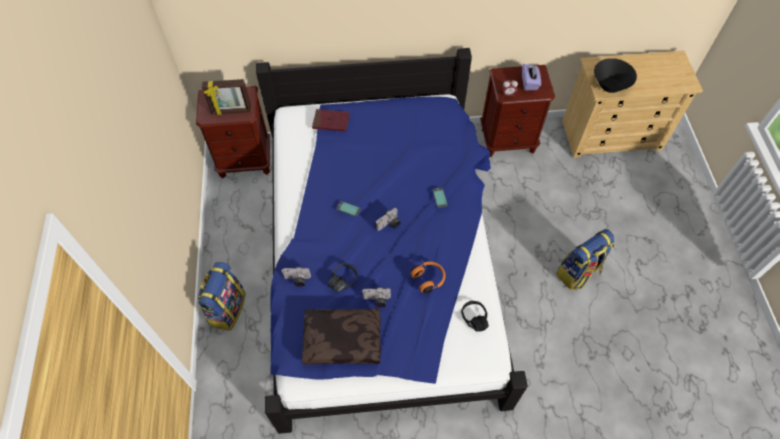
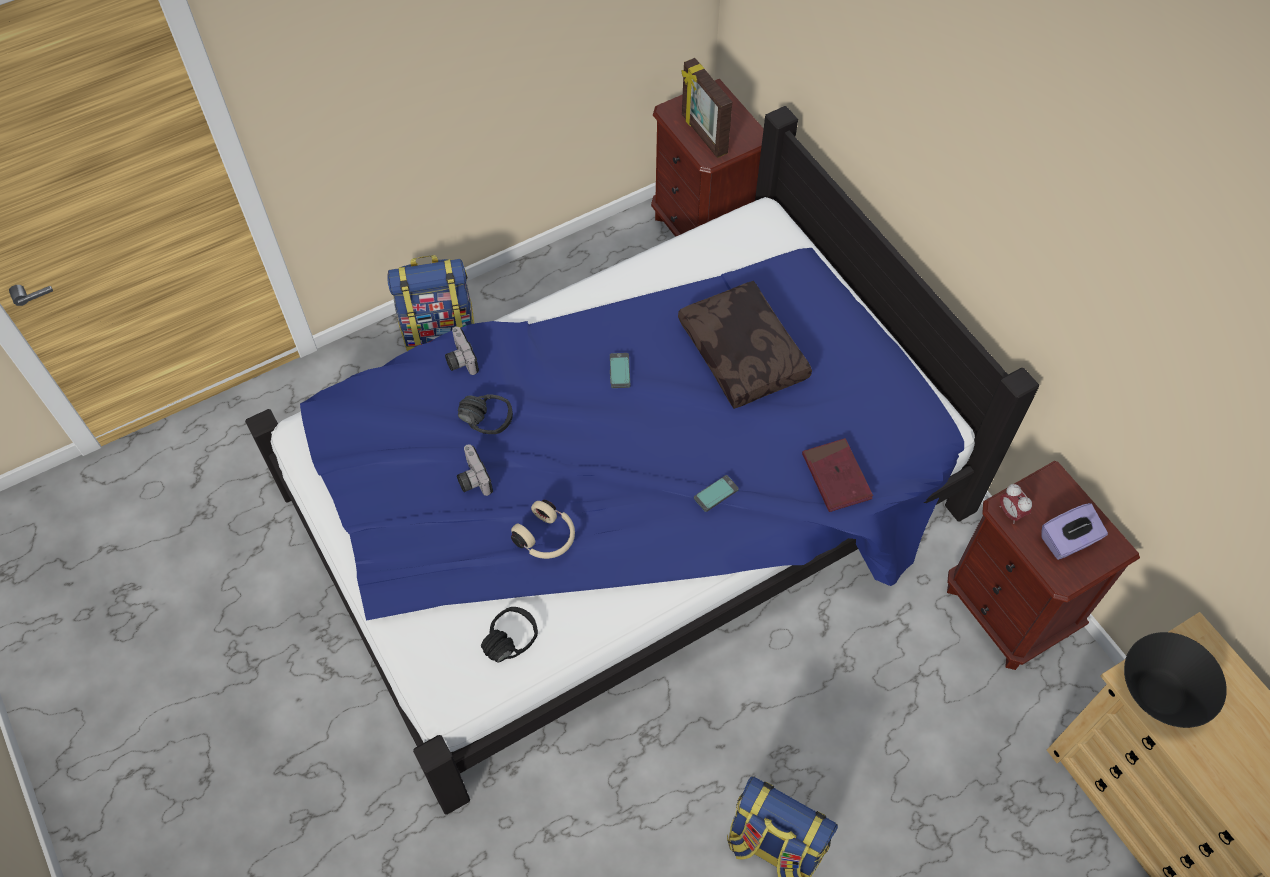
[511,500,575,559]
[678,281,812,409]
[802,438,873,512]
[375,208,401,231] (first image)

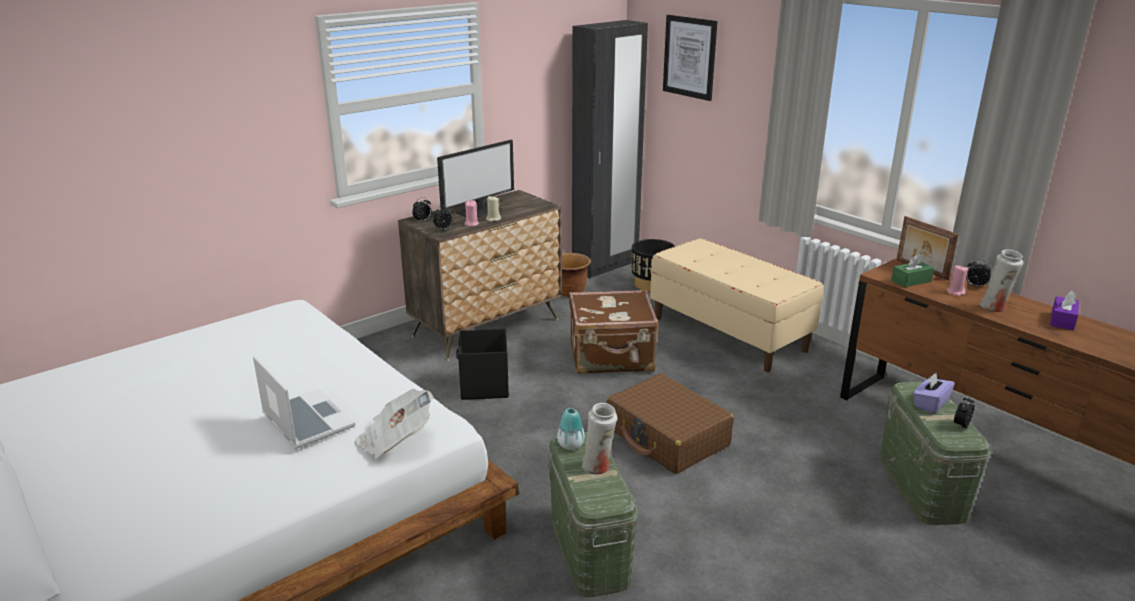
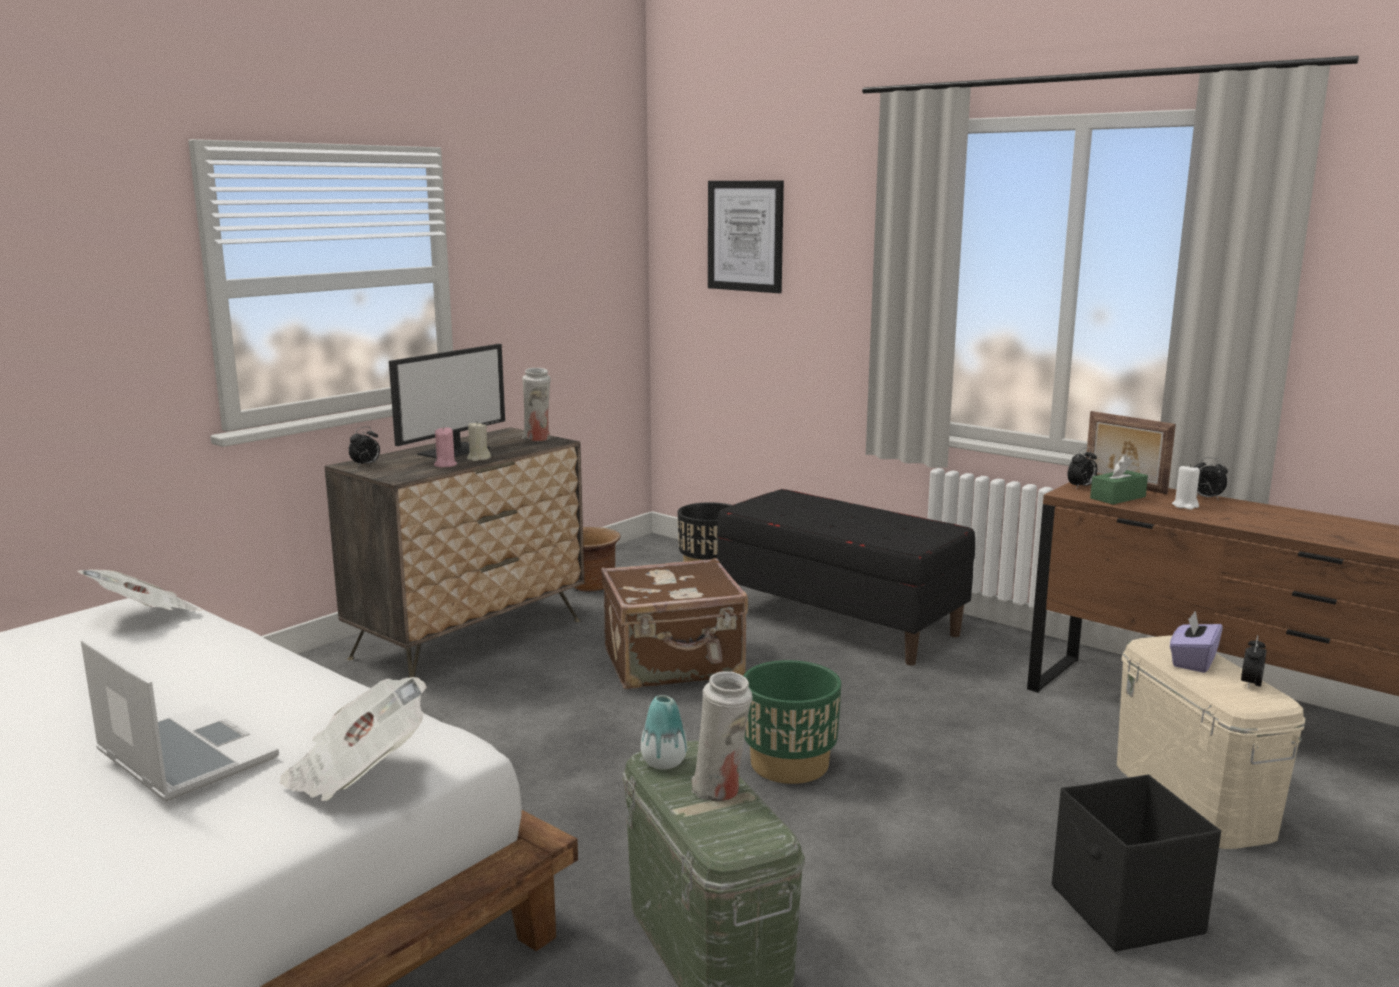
[77,570,202,611]
[522,368,551,441]
[717,489,975,666]
[744,660,841,784]
[1052,774,1221,952]
[1068,447,1097,489]
[1117,635,1305,849]
[1172,464,1200,510]
[572,20,648,279] (first image)
[1050,290,1079,330] (first image)

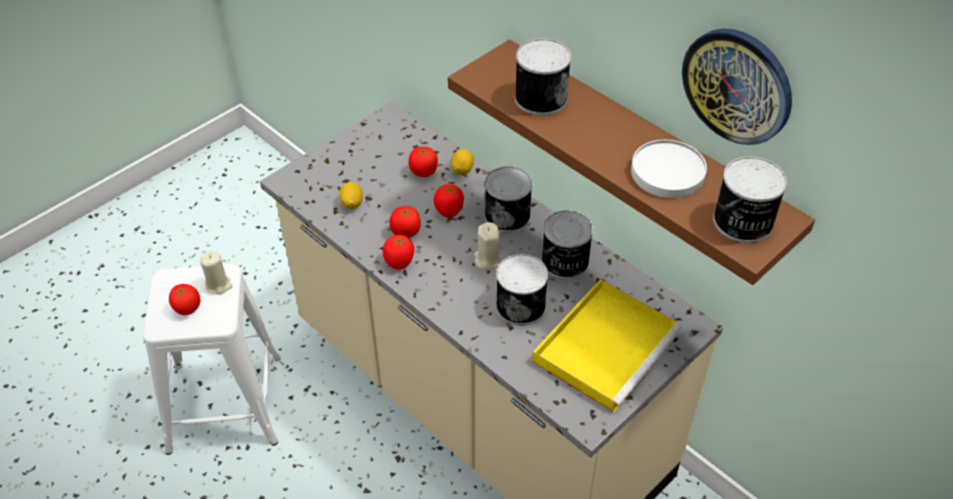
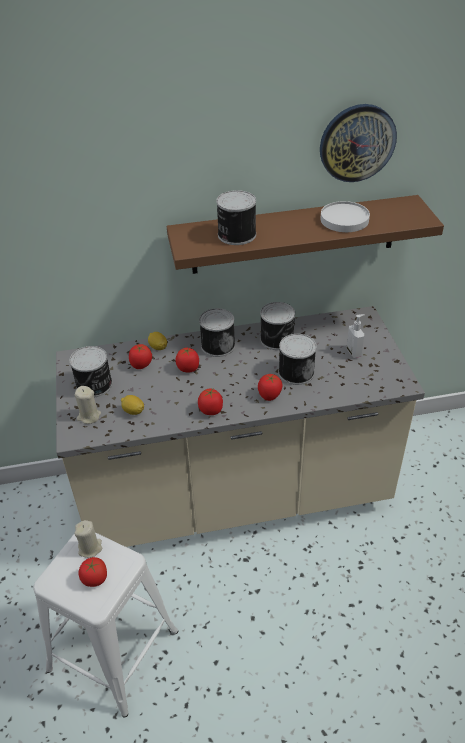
[69,346,112,397]
[75,386,101,424]
[258,374,282,401]
[346,314,365,358]

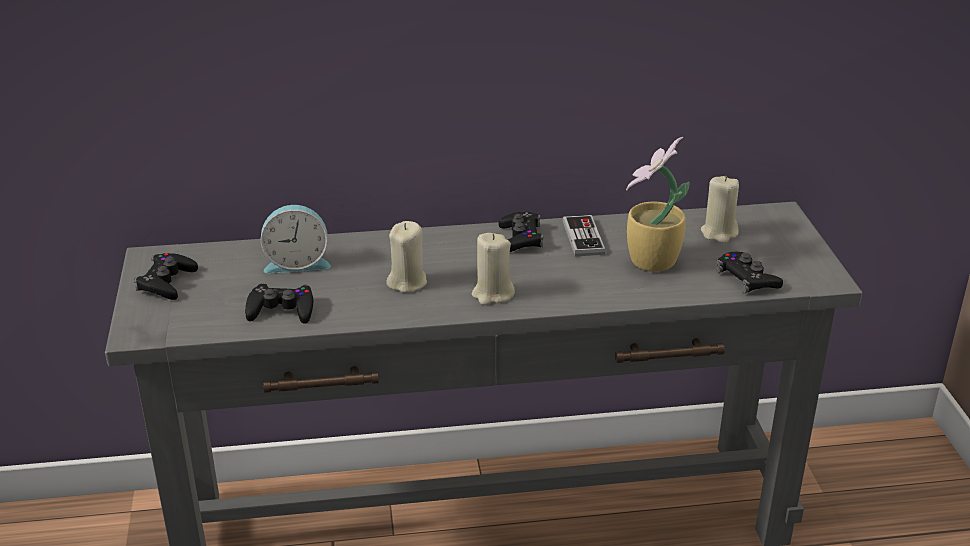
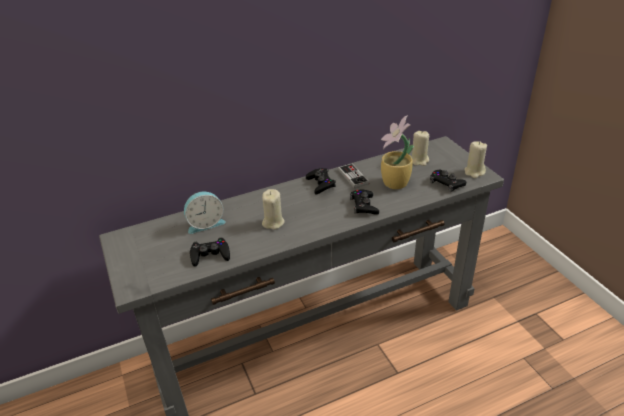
[350,190,379,215]
[464,141,487,178]

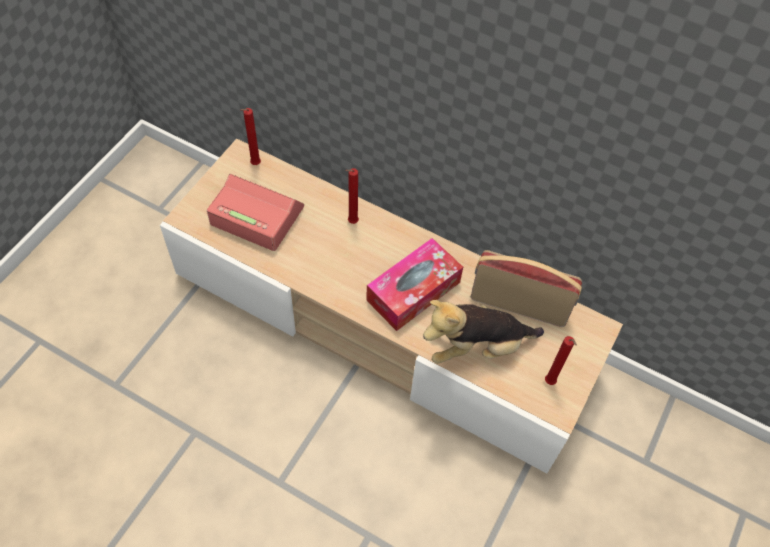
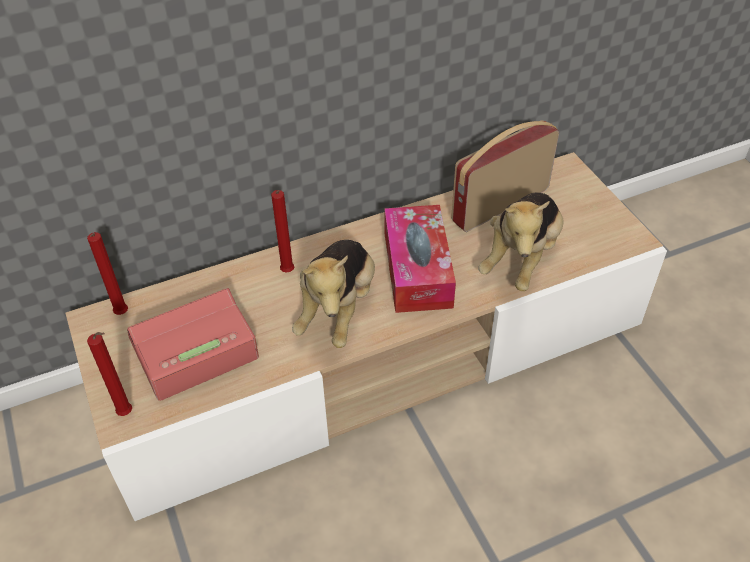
[87,332,132,416]
[292,240,375,348]

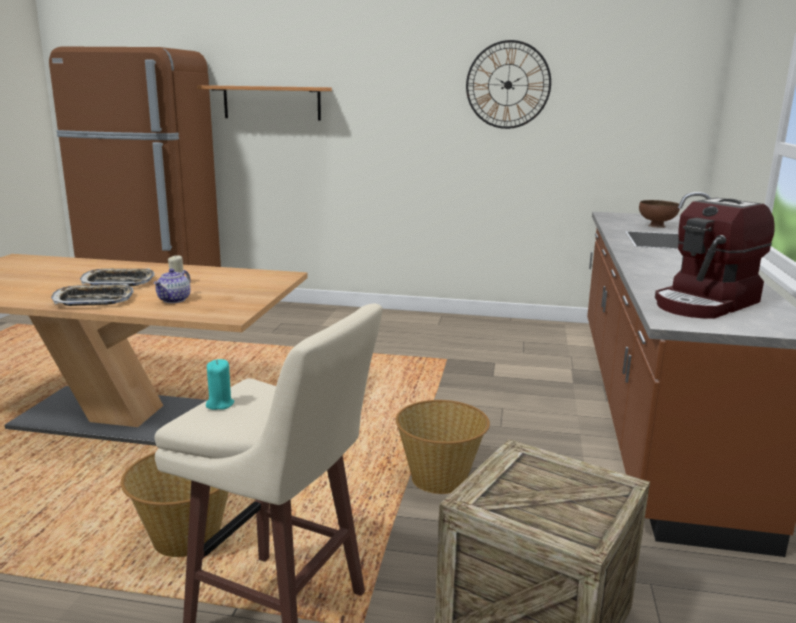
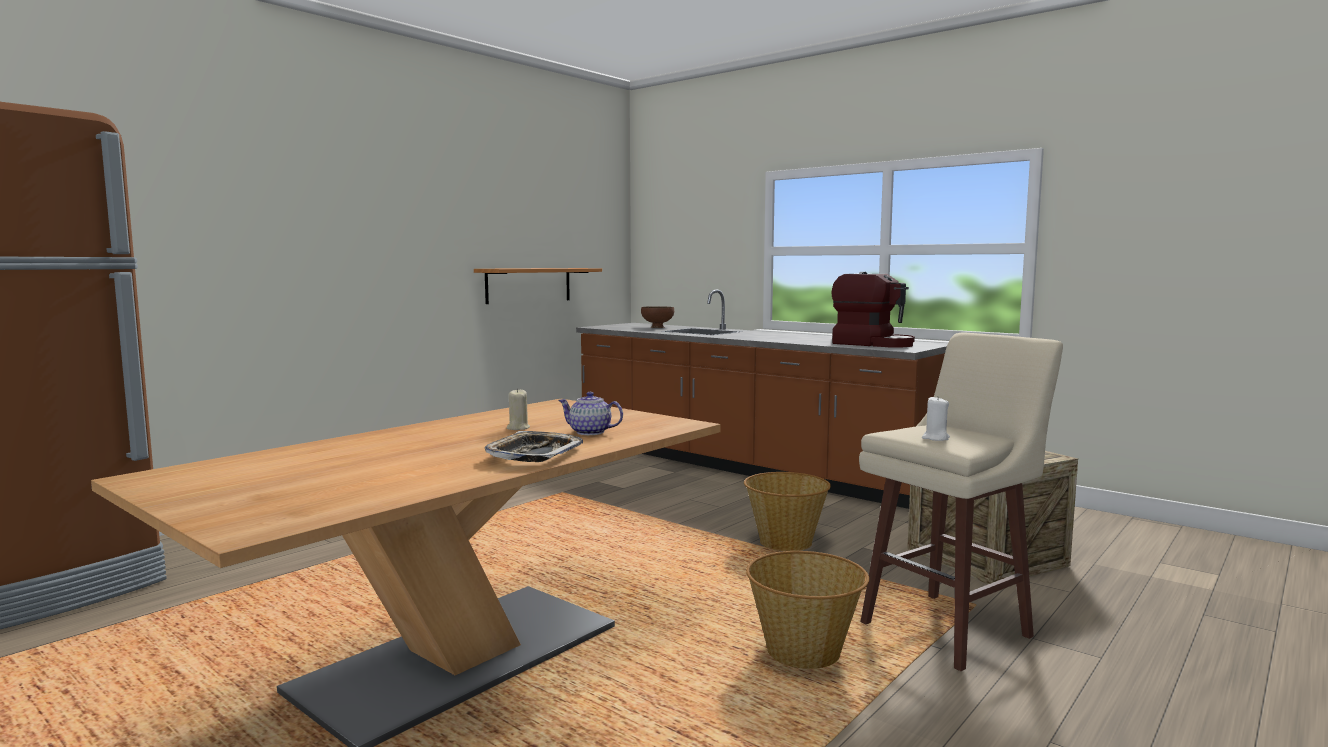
[474,268,602,304]
[558,392,623,435]
[831,272,915,348]
[922,397,950,441]
[80,268,155,286] (first image)
[466,40,551,129] (first image)

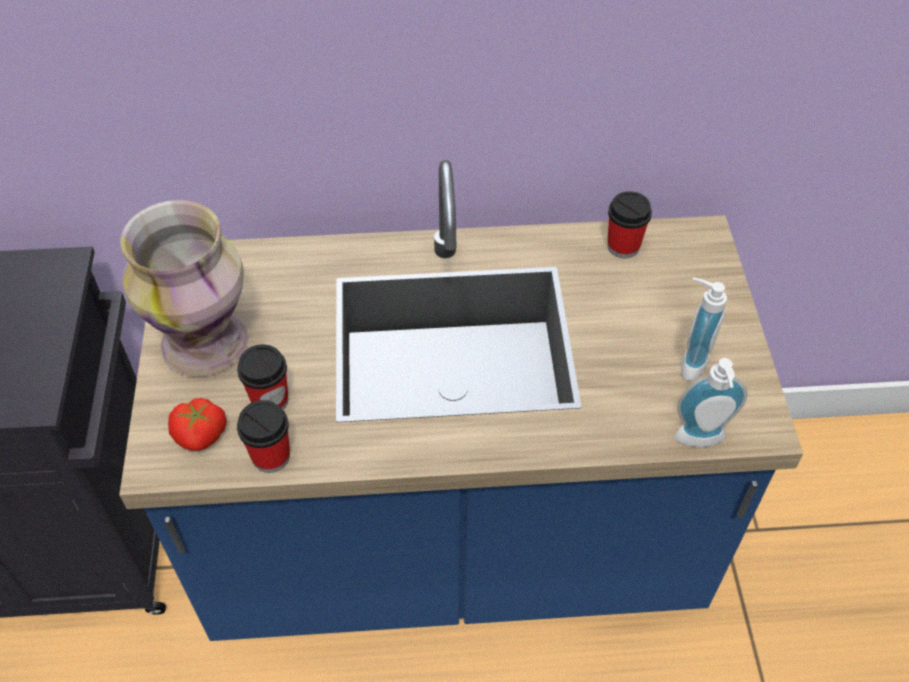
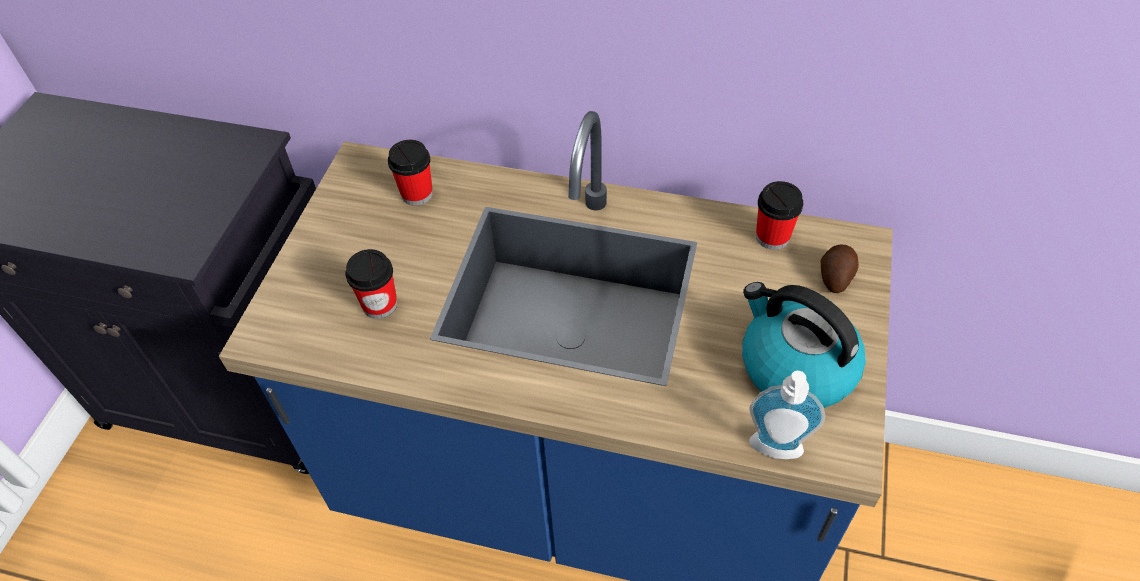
[388,140,433,206]
[742,282,866,408]
[821,244,859,293]
[120,200,249,377] (first image)
[168,398,227,451] (first image)

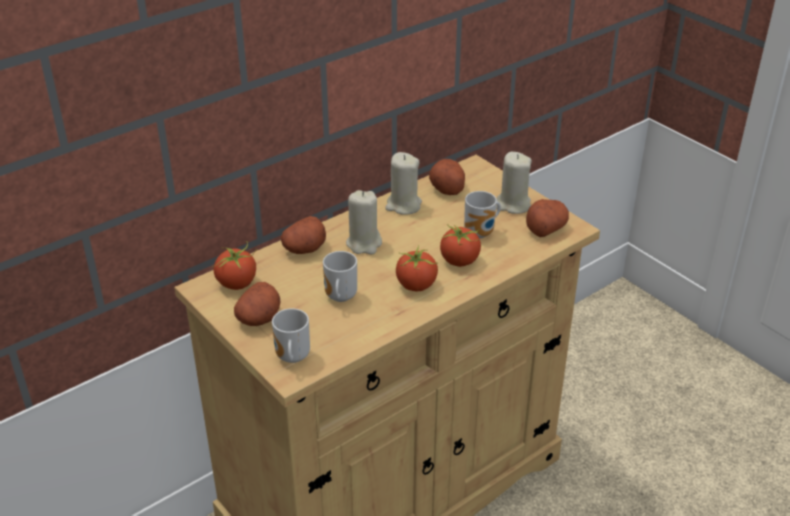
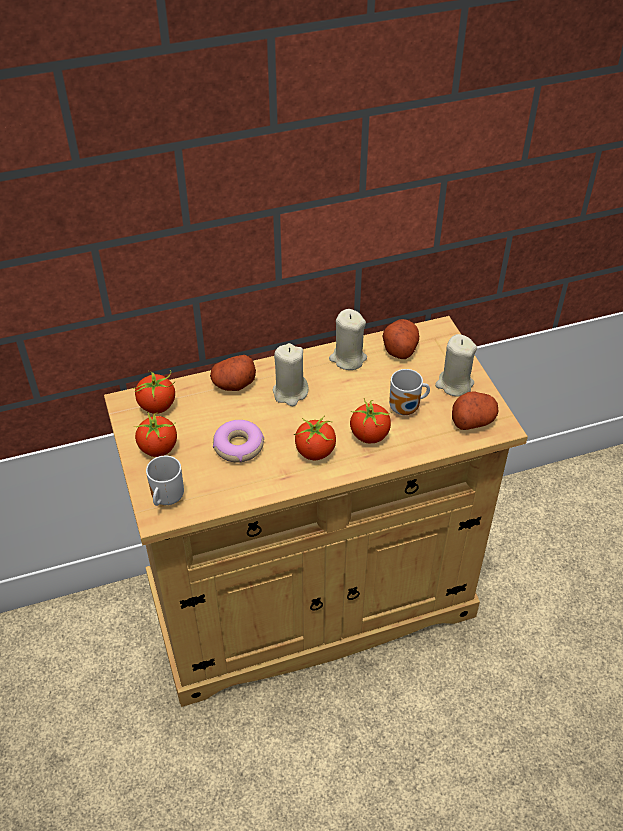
[134,411,177,457]
[213,420,264,463]

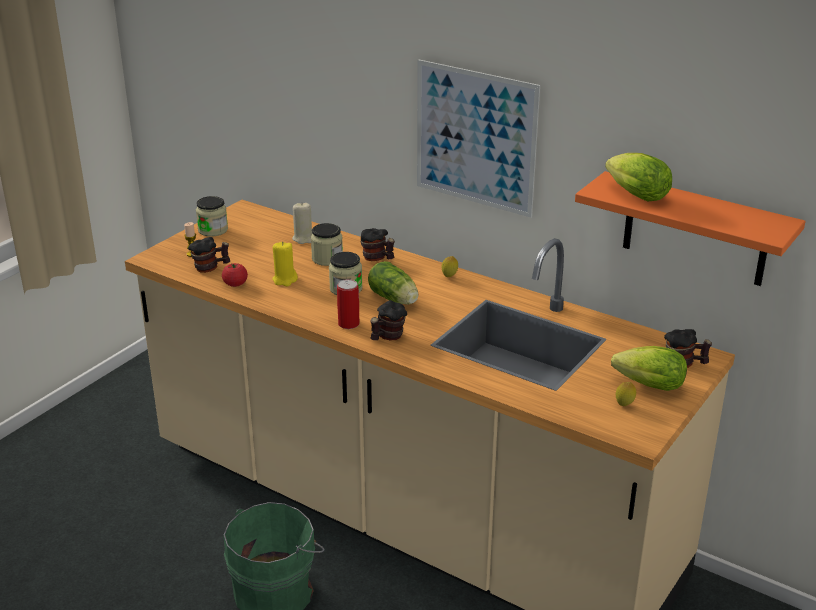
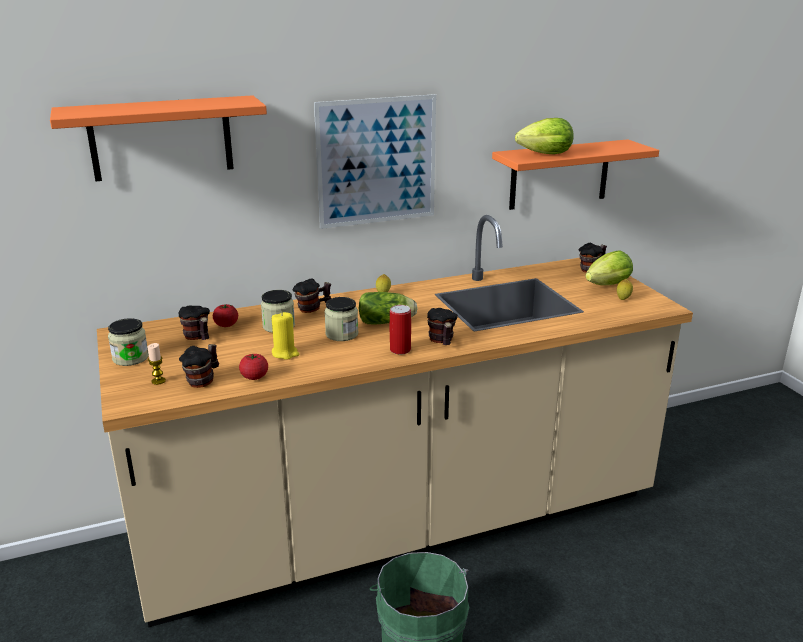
[50,95,267,181]
[179,305,210,340]
[213,304,238,327]

